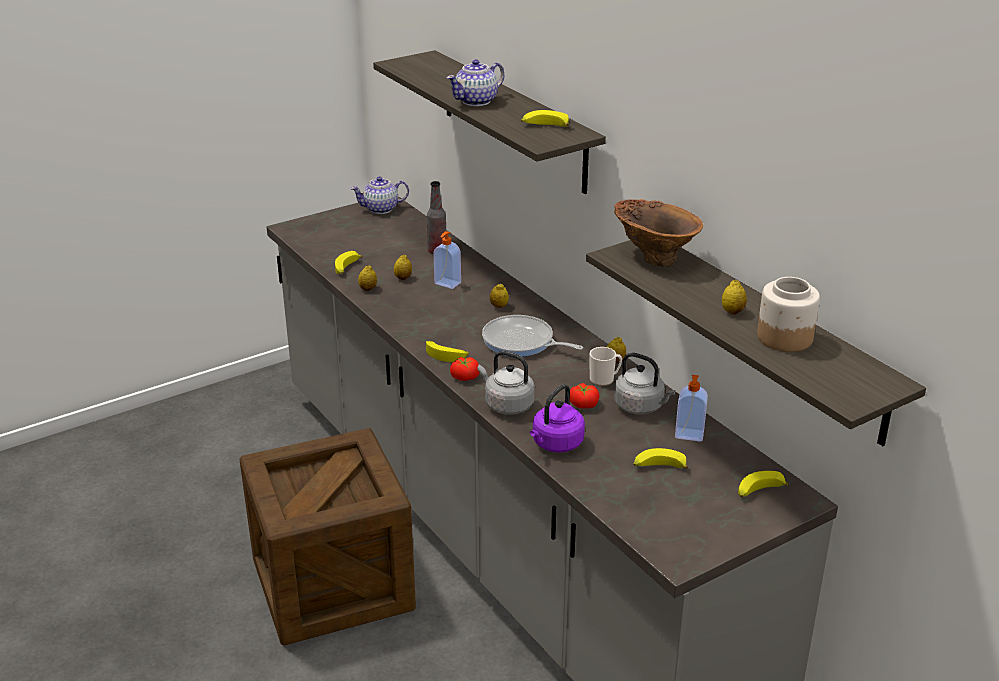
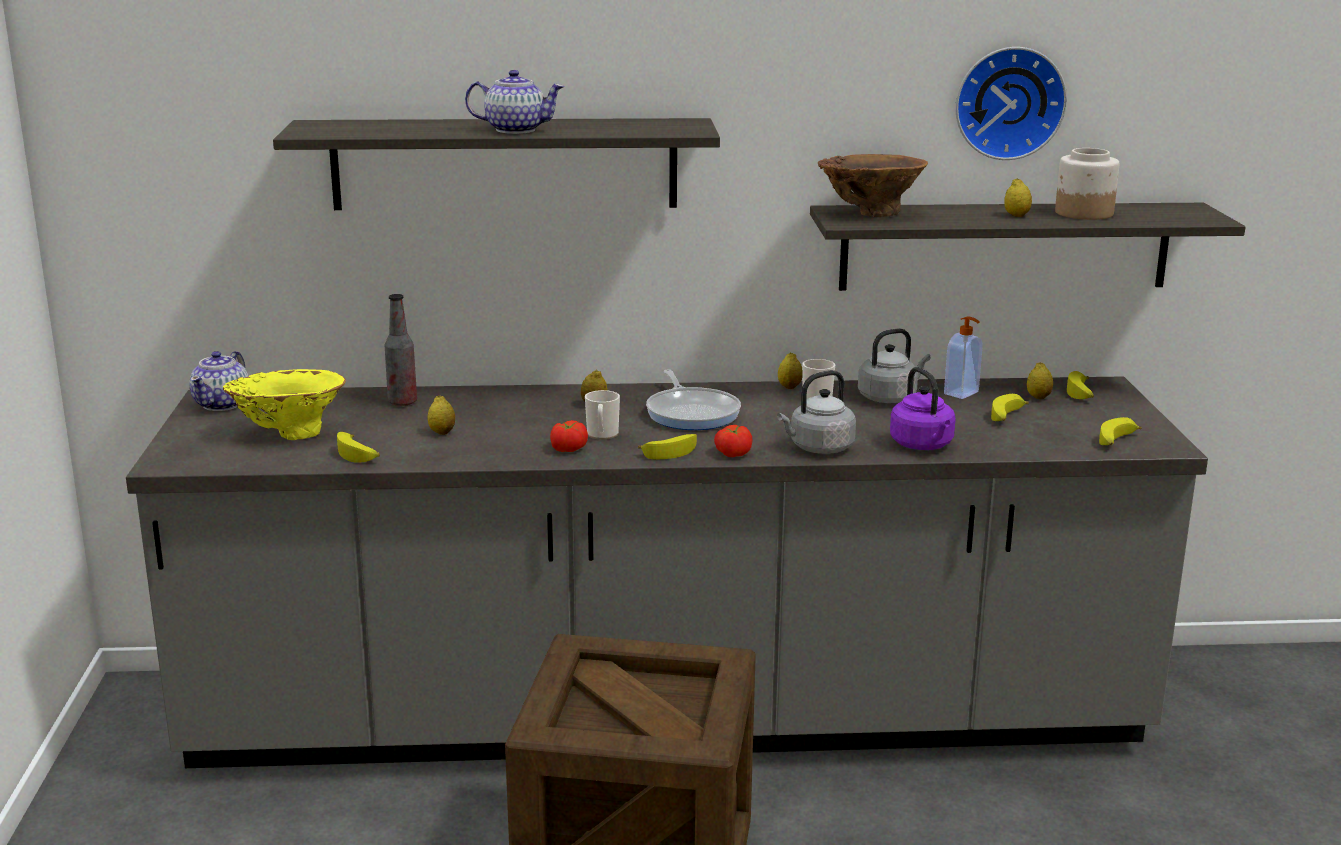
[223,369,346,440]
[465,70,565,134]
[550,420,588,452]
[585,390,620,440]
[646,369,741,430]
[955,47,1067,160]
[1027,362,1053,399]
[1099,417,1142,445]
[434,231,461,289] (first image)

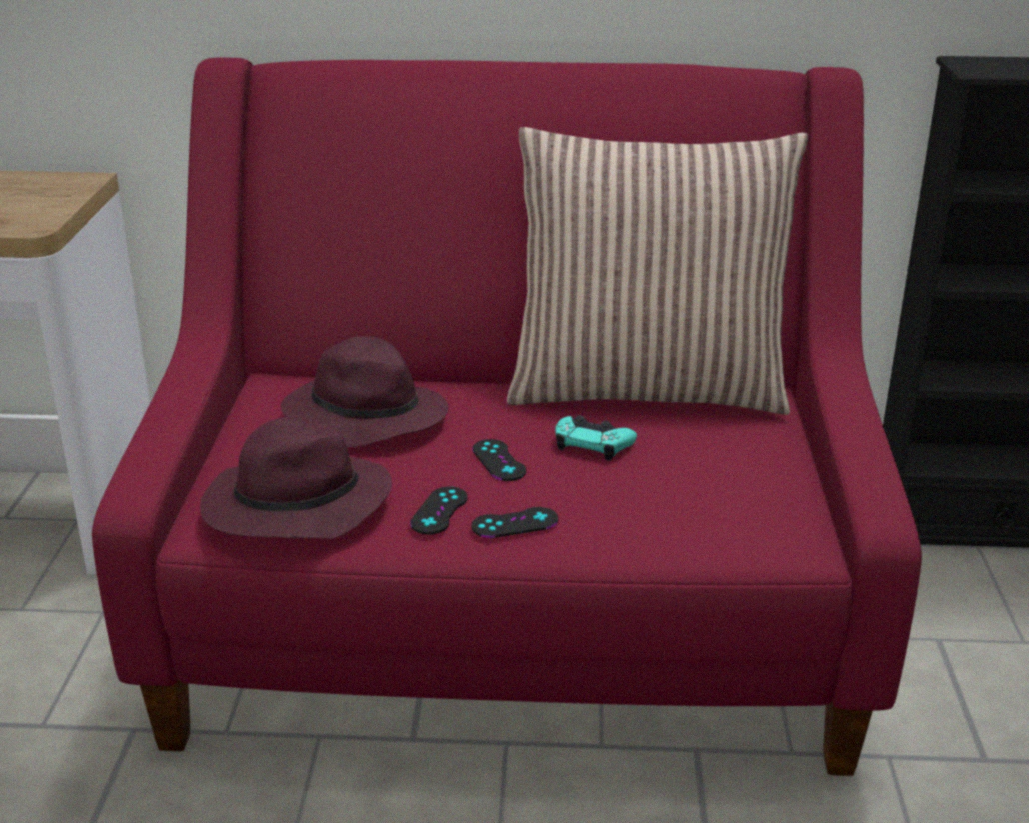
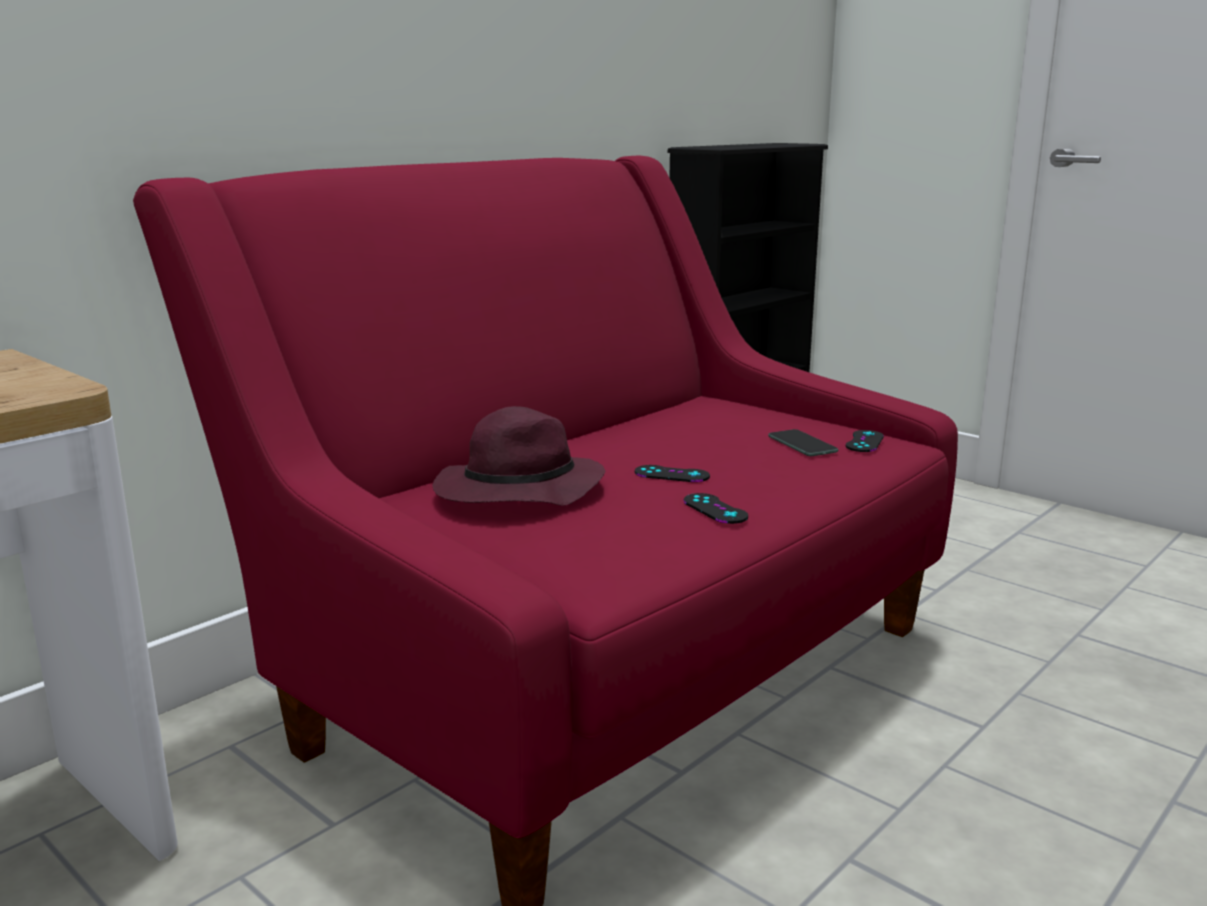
[768,429,838,456]
[846,430,884,452]
[200,416,392,539] (first image)
[507,127,808,415] (first image)
[555,415,637,461] (first image)

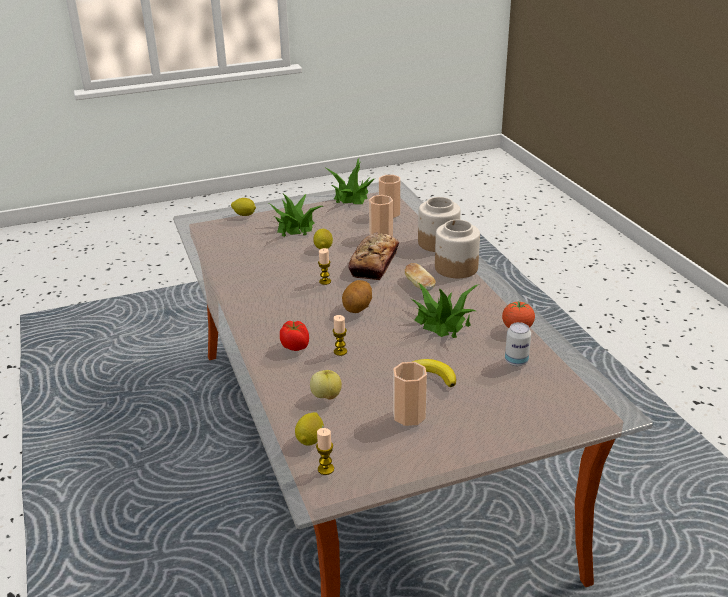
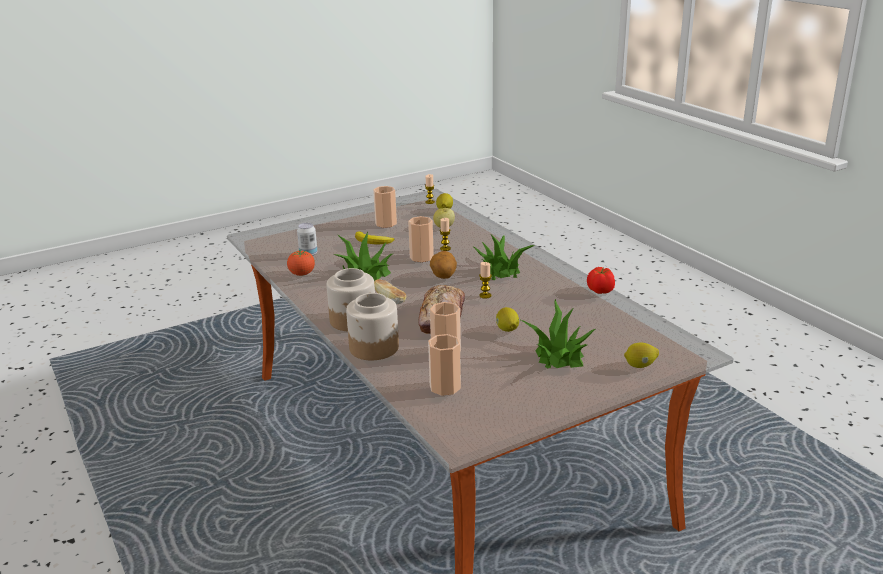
[408,216,434,262]
[472,235,535,280]
[587,267,615,294]

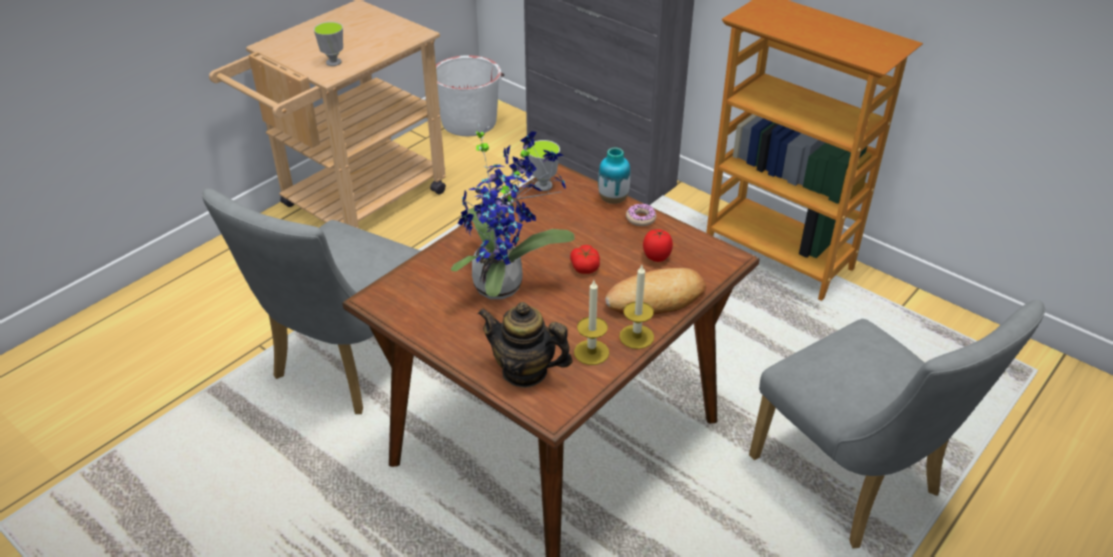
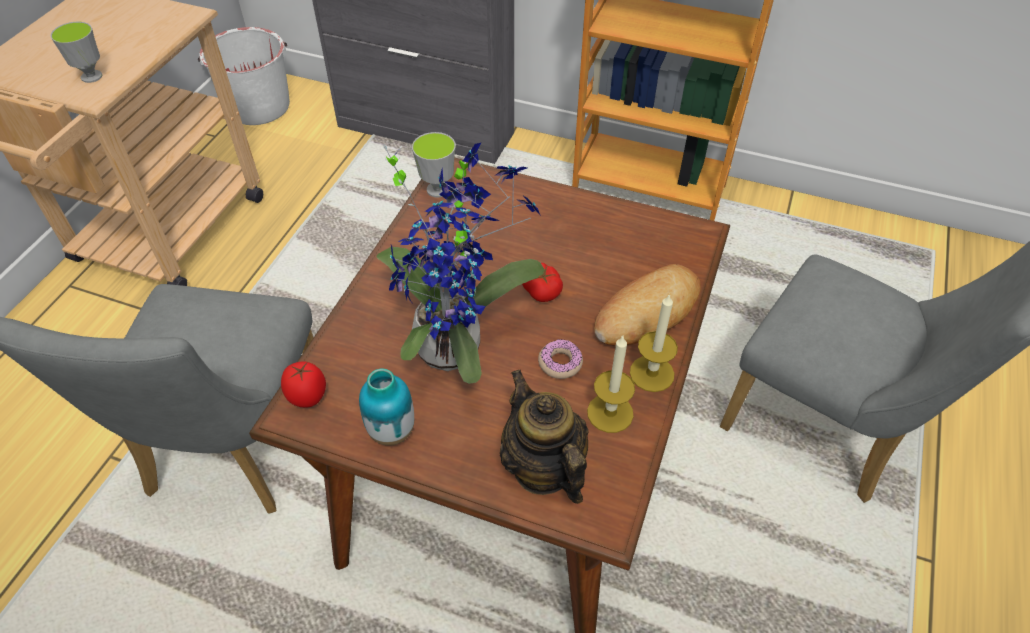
[281,361,326,408]
[359,369,414,446]
[500,370,588,504]
[538,340,583,379]

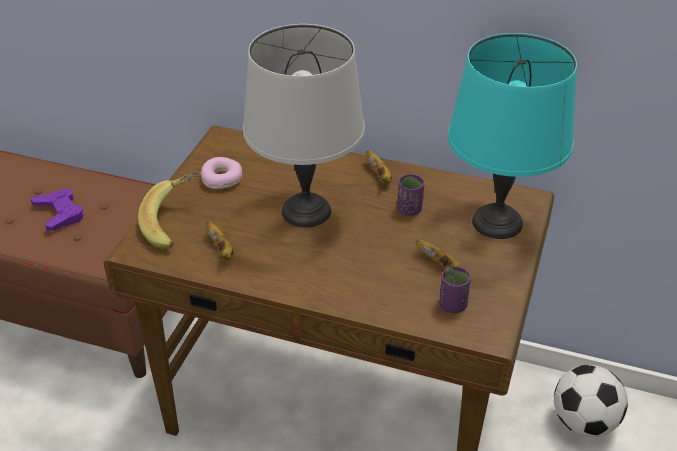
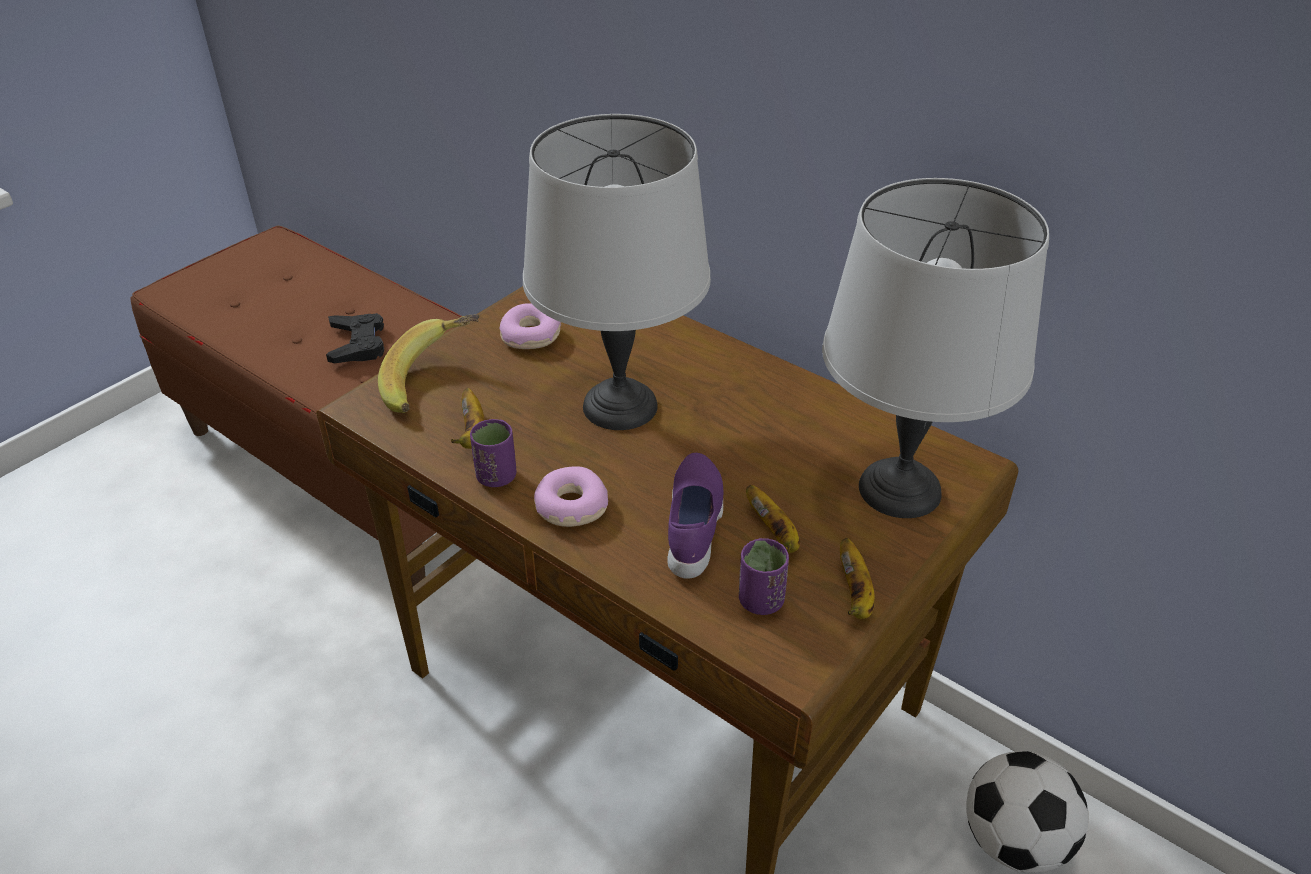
[326,313,384,363]
[470,419,516,487]
[534,466,608,527]
[667,453,723,579]
[822,178,1049,518]
[840,538,875,619]

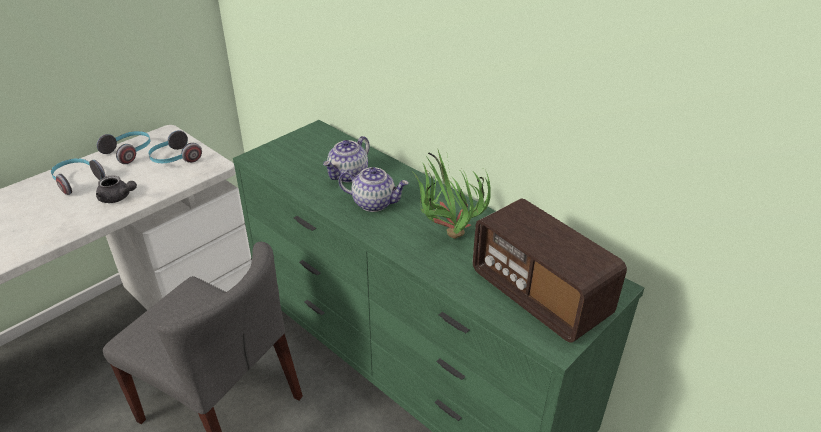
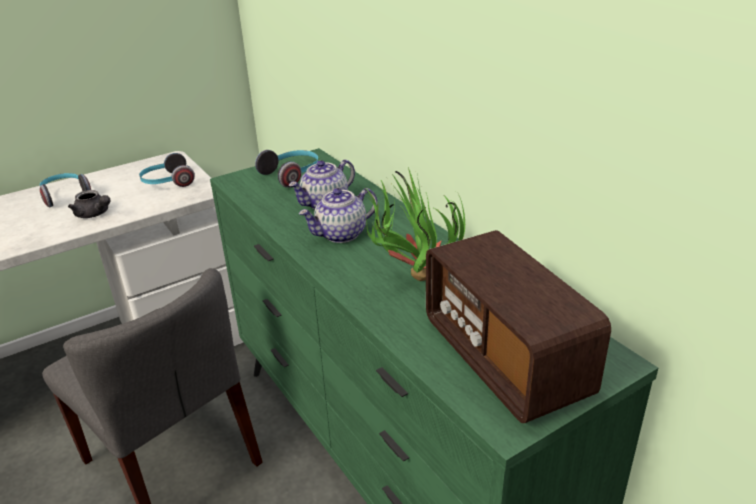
[255,150,318,188]
[299,188,378,243]

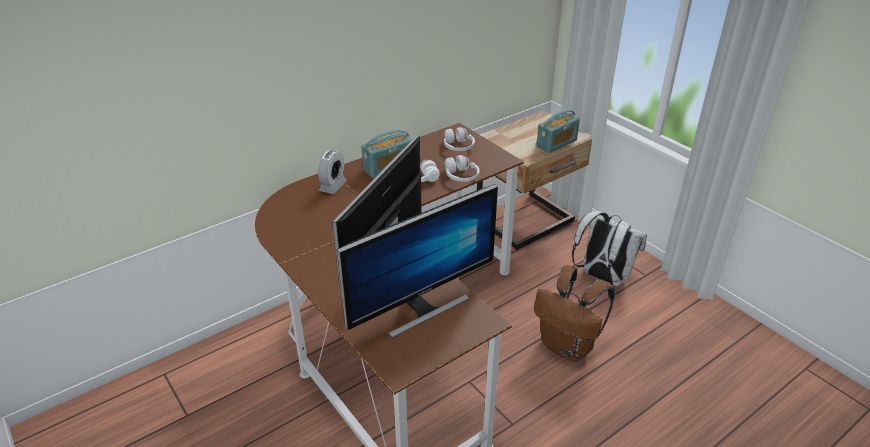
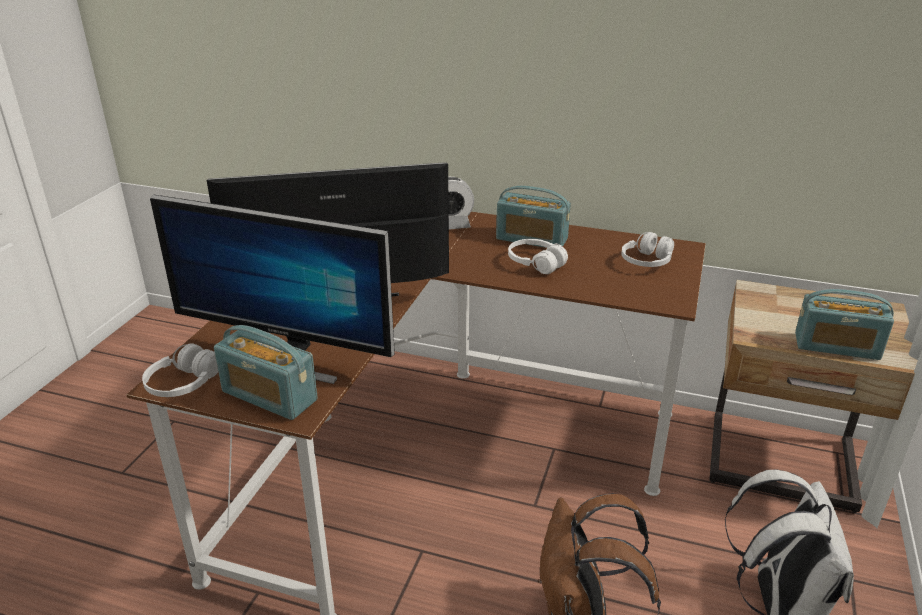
[142,343,218,397]
[214,325,318,420]

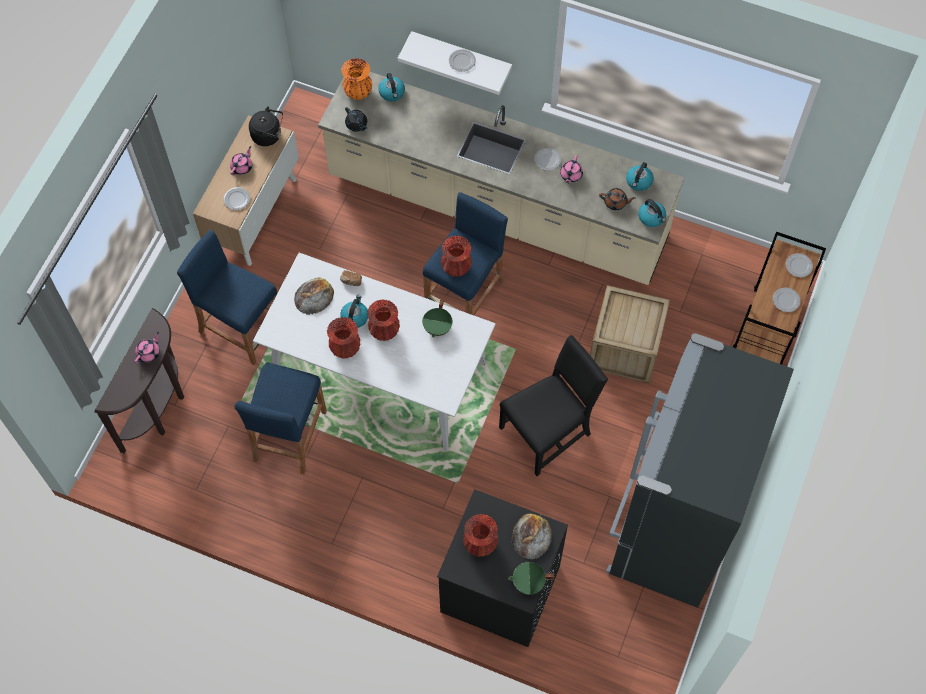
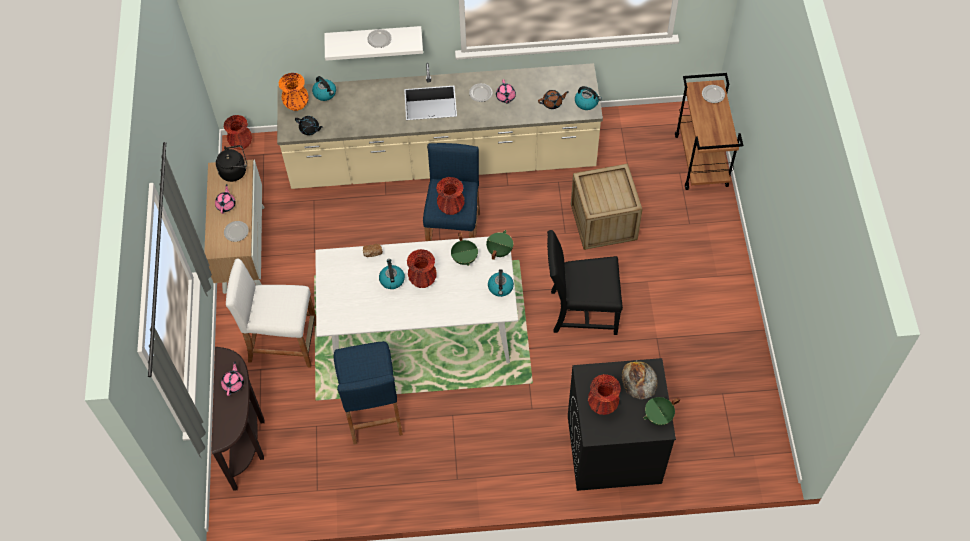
[224,115,252,150]
[226,258,316,368]
[486,230,513,260]
[488,269,514,297]
[547,230,623,335]
[294,277,334,315] (first image)
[606,333,794,608] (first image)
[773,288,801,312] (first image)

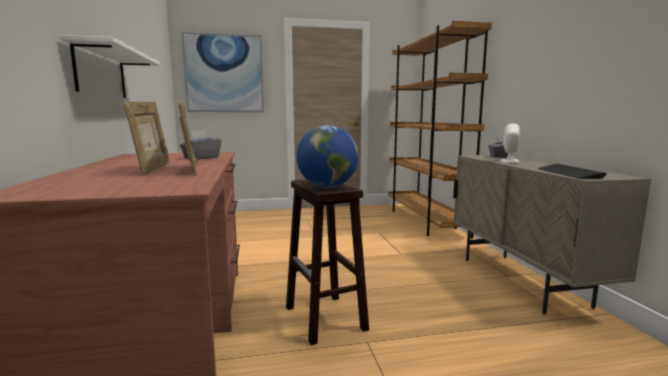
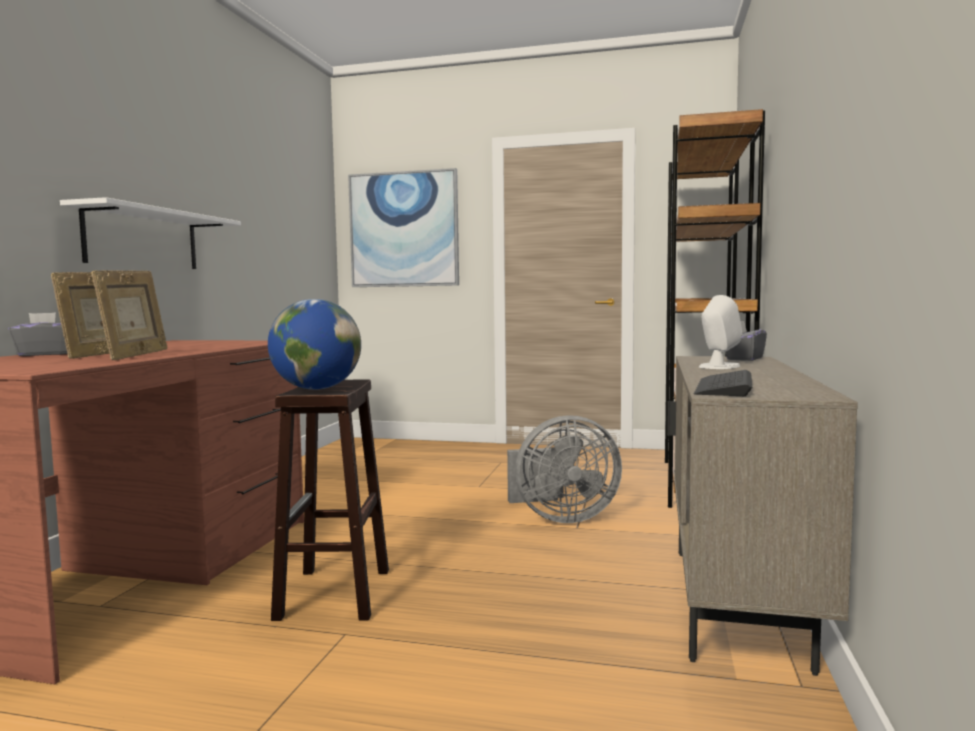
[8,312,68,356]
[507,415,622,523]

